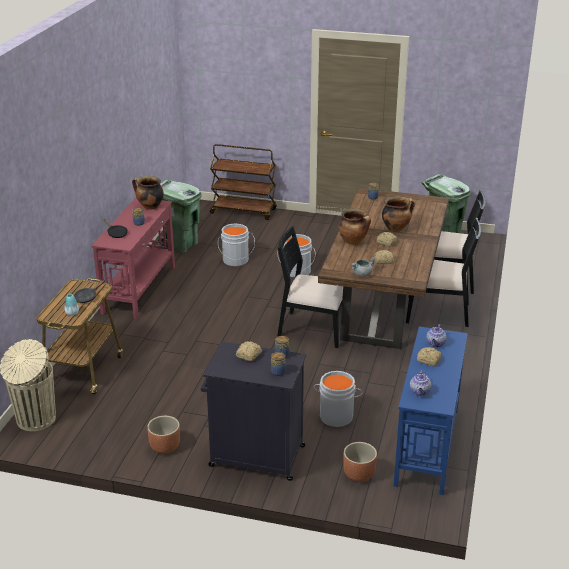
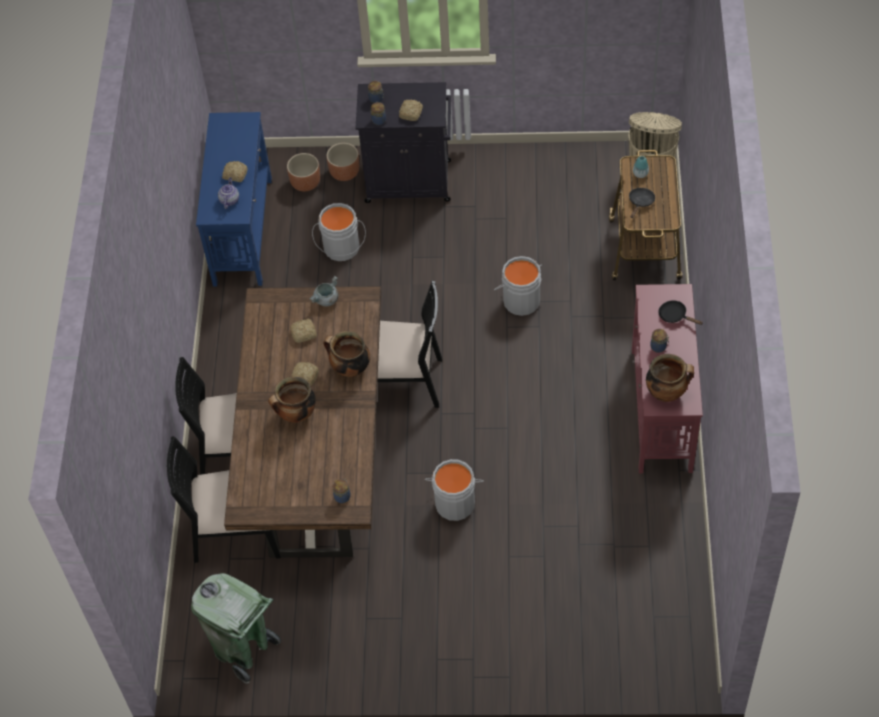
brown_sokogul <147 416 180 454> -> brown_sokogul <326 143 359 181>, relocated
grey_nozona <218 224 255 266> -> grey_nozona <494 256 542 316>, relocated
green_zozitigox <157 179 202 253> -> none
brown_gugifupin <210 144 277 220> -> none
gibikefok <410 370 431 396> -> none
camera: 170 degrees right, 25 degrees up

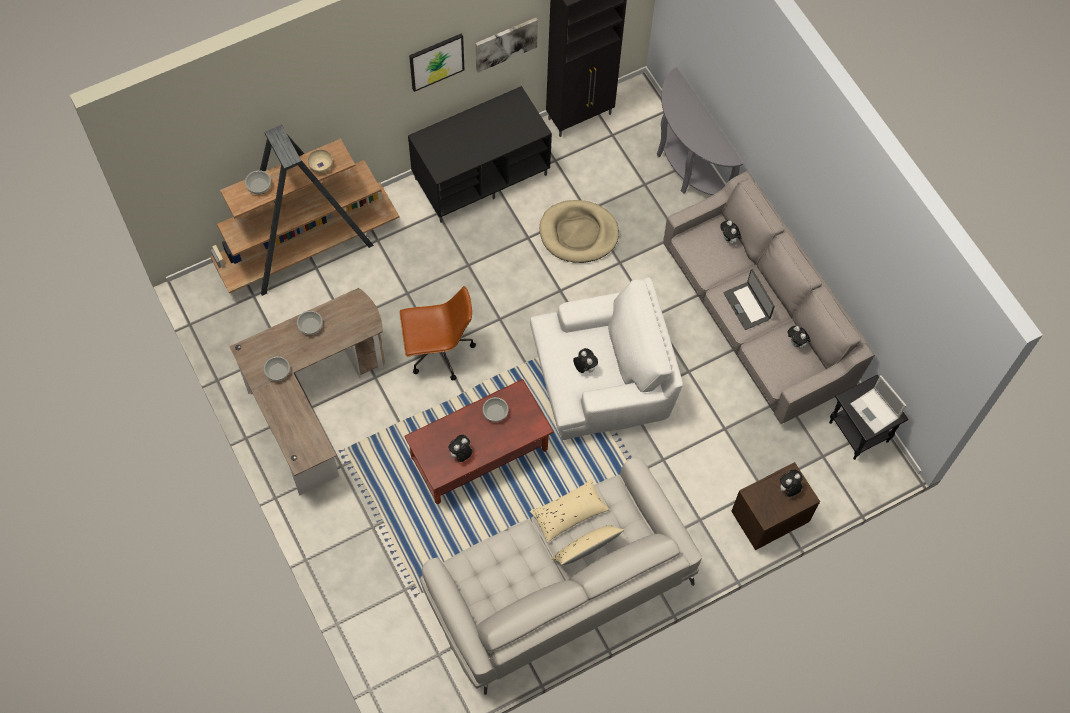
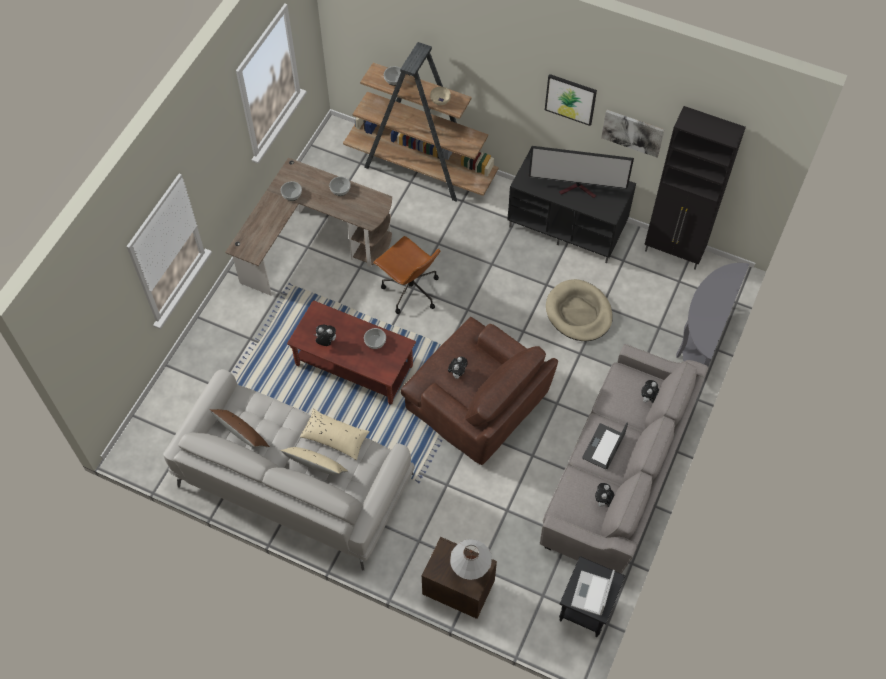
none -> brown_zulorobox <209 409 270 447>
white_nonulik <530 277 683 440> -> brown_nonulik <401 317 558 465>
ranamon <779 469 803 497> -> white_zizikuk <450 539 492 580>
none -> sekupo <529 146 634 198>
camera: 55 degrees right, 5 degrees down

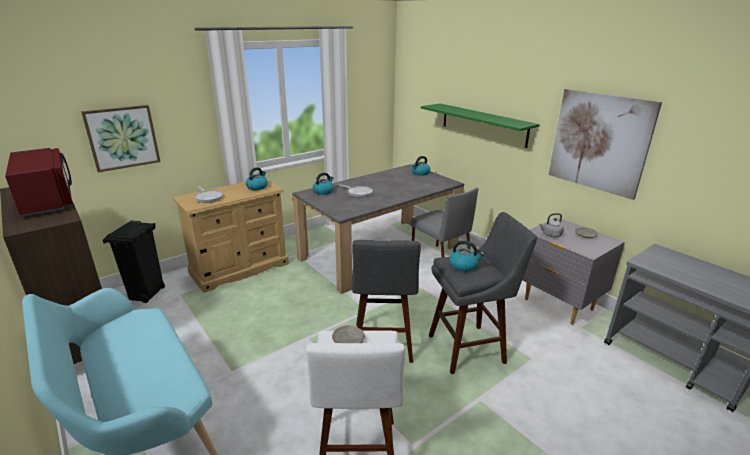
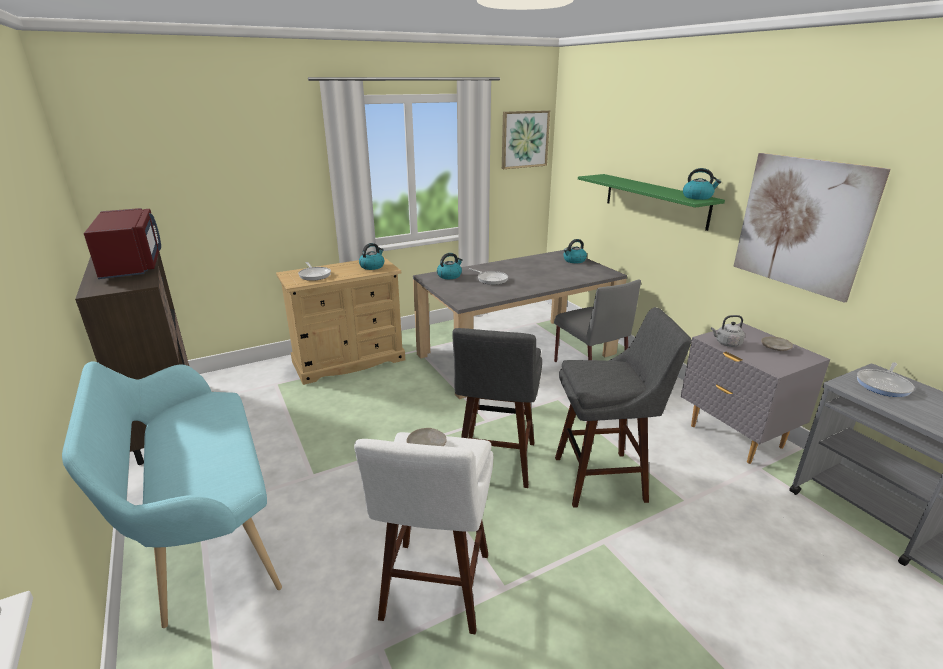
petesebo <81 105 161 172> -> petesebo <502 110 550 169>, relocated
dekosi <449 240 484 272> -> dekosi <683 168 721 200>, relocated
none -> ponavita <857 362 914 397>
black_zozitigox <103 220 165 303> -> none
camera: 10 degrees right, 0 degrees up

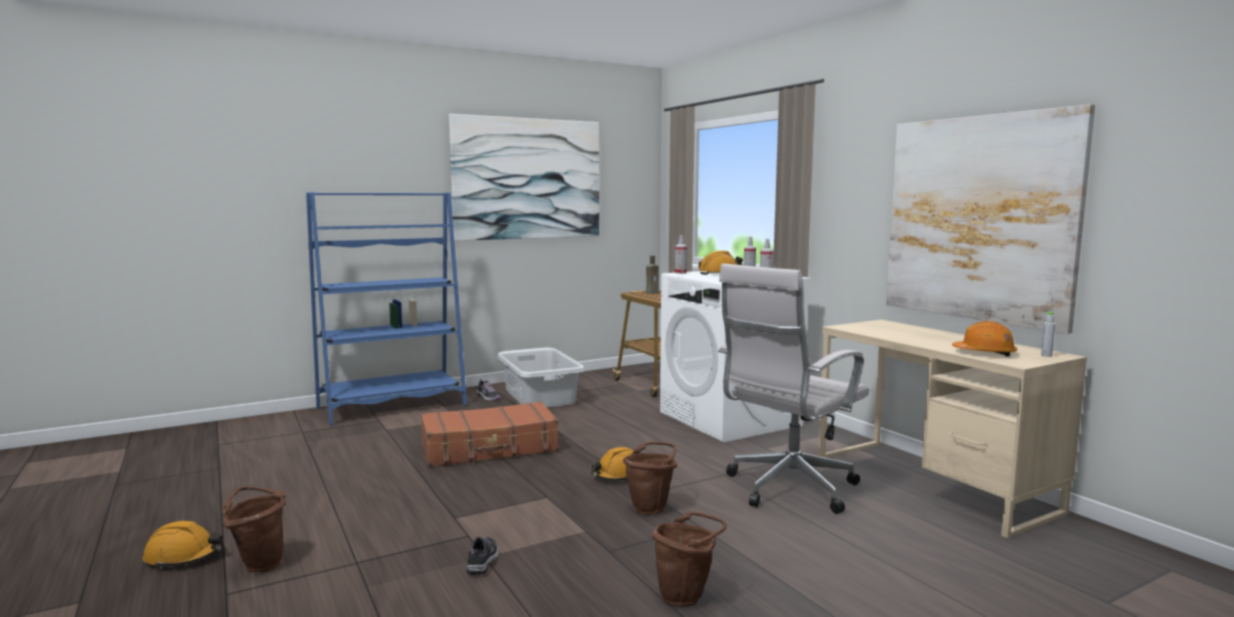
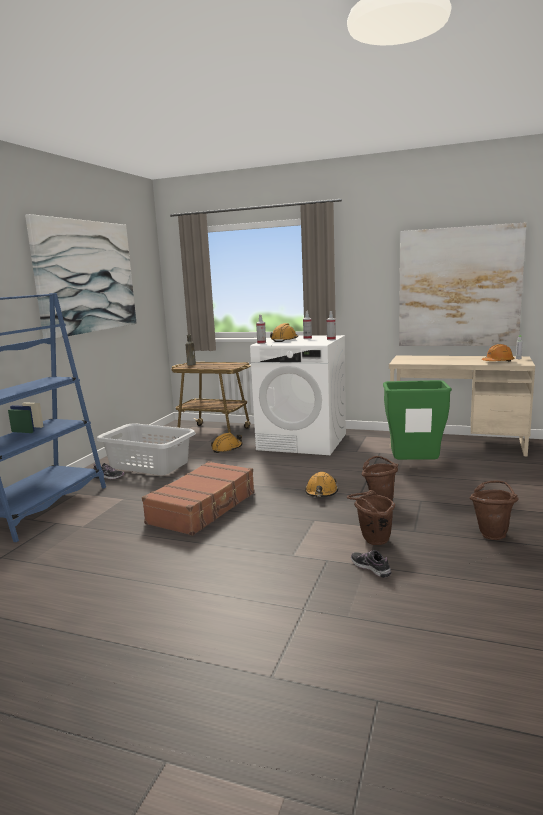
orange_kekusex <143 521 224 569> -> orange_kekusex <211 432 243 453>, relocated
brown_nozona <223 486 286 572> -> brown_nozona <347 490 395 545>, relocated
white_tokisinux <718 263 869 514> -> green_zozitigox <383 380 452 460>
camera: 40 degrees left, 5 degrees up

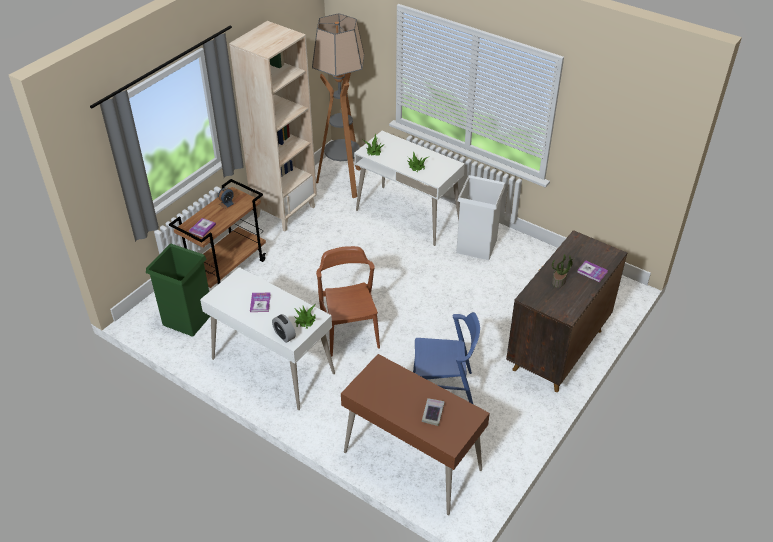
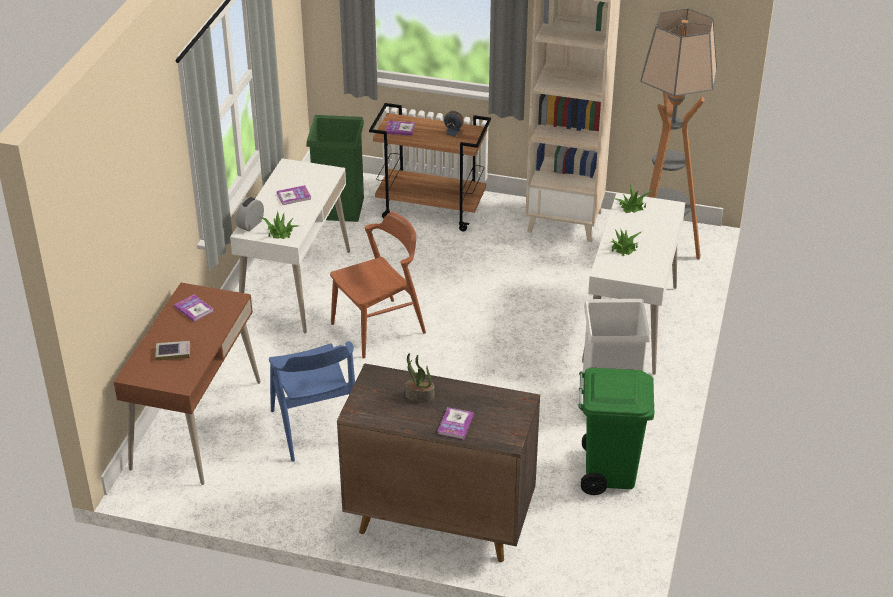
none -> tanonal <174 294 214 322>
none -> green_zozitigox <578 368 654 495>
camera: 70 degrees right, 5 degrees down

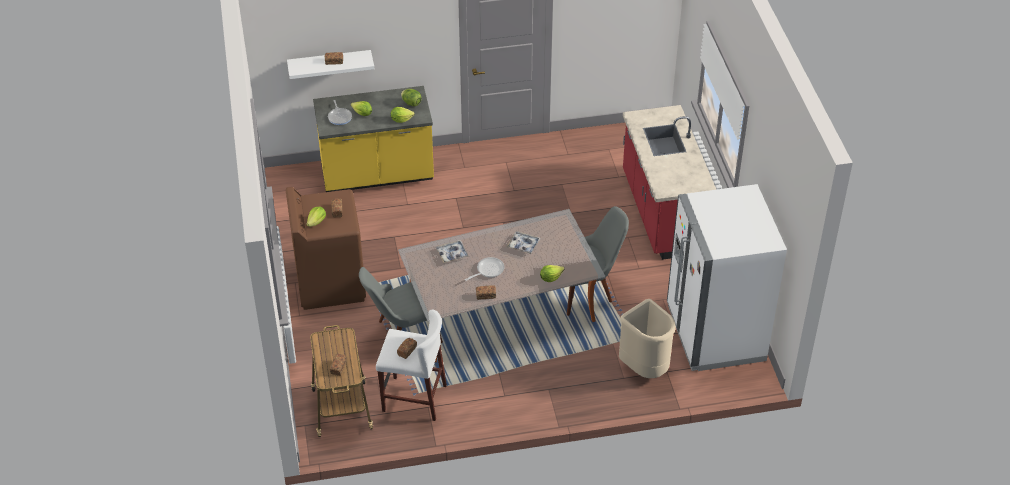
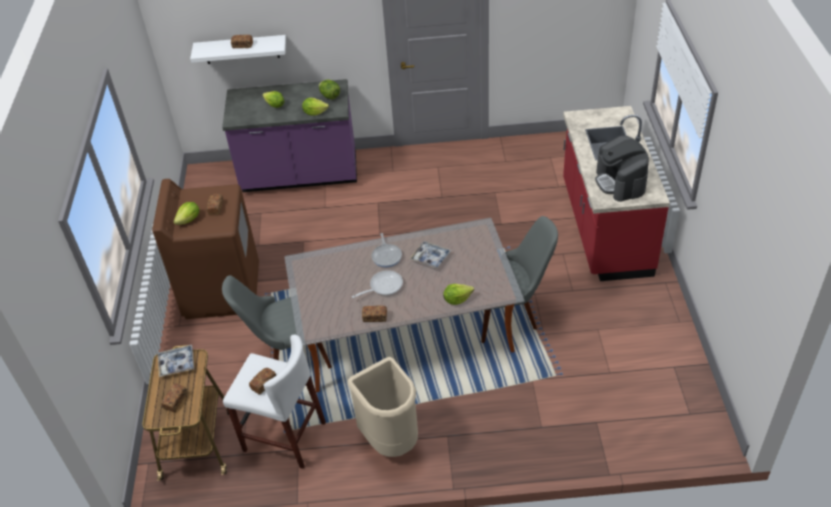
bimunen <436 240 469 263> -> bimunen <158 345 195 377>, relocated
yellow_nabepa <313 86 434 192> -> purple_nabepa <222 79 357 192>
beige_zozitigox <619 299 676 378> -> beige_zozitigox <348 357 418 457>, relocated
ponavita <328 100 352 125> -> ponavita <371 233 402 267>, relocated
none -> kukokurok <595 135 649 202>
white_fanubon <667 184 787 371> -> none
camera: 10 degrees right, 0 degrees up

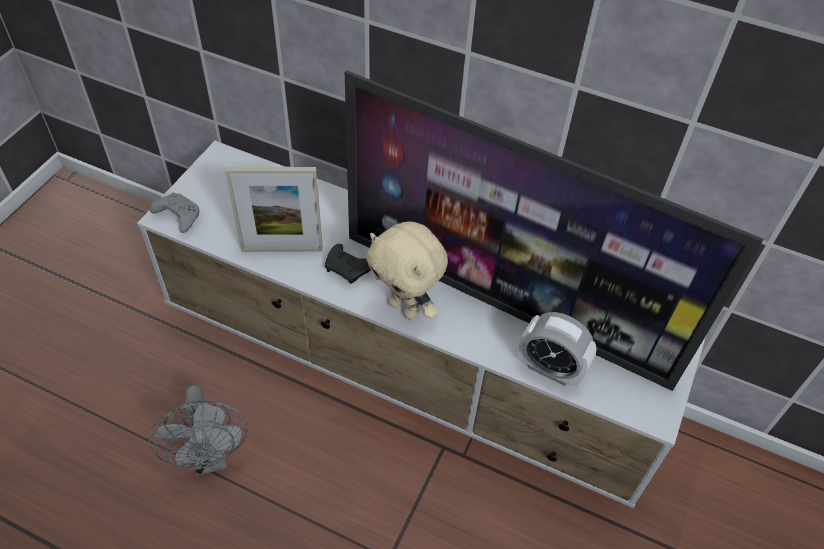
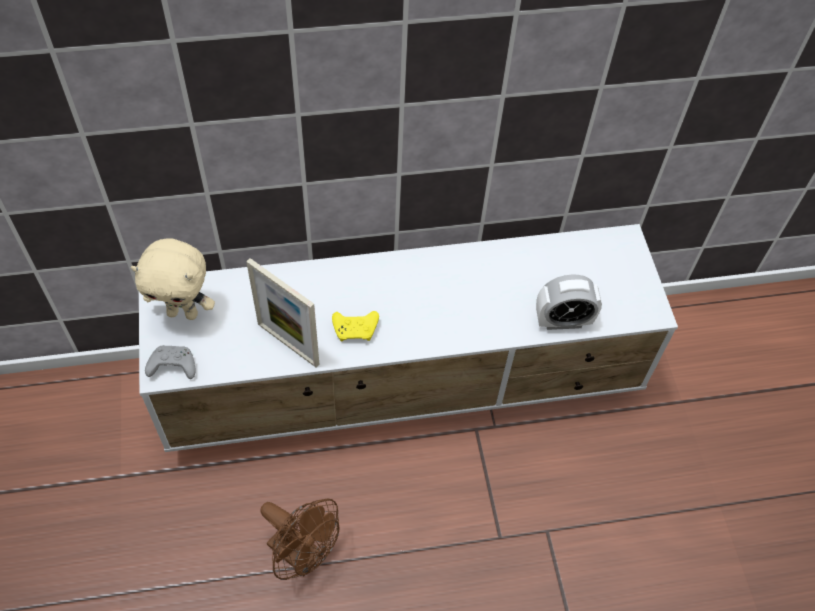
beige_ranamon <366 221 448 320> -> beige_ranamon <131 238 215 320>, relocated
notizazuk <225 167 323 252> -> notizazuk <246 258 319 367>, 75 degrees clockwise
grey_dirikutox <148 385 248 476> -> brown_dirikutox <260 499 340 580>
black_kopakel <325 244 371 284> -> yellow_kopakel <332 311 379 341>
sekupo <345 70 763 391> -> none
camera: 35 degrees left, 5 degrees up

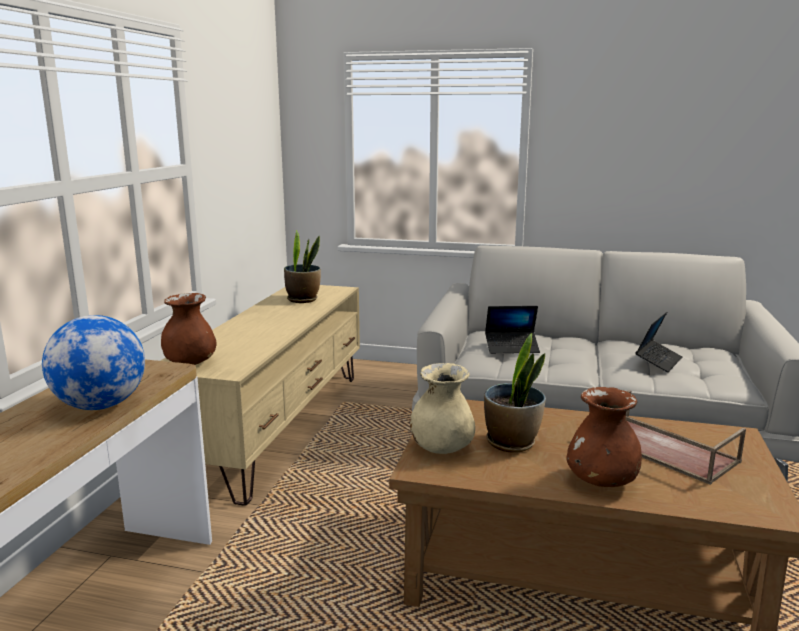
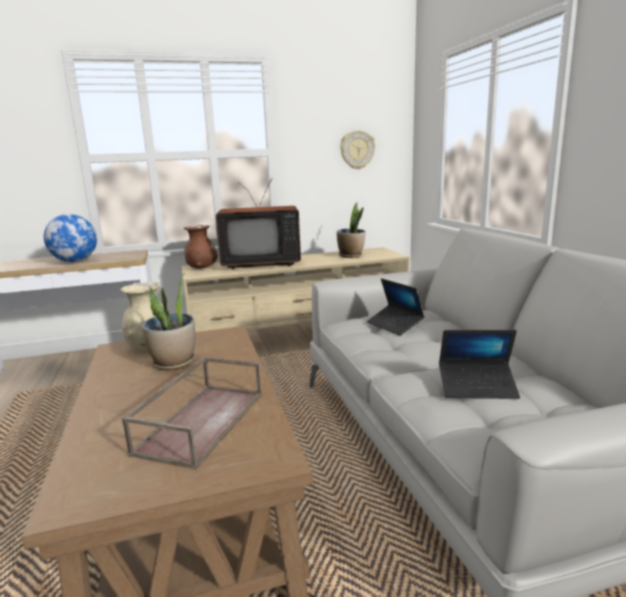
none -> sekupo <216 179 301 269>
none -> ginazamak <340 130 375 169>
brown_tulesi <566 387 642 487> -> none
camera: 60 degrees right, 0 degrees up

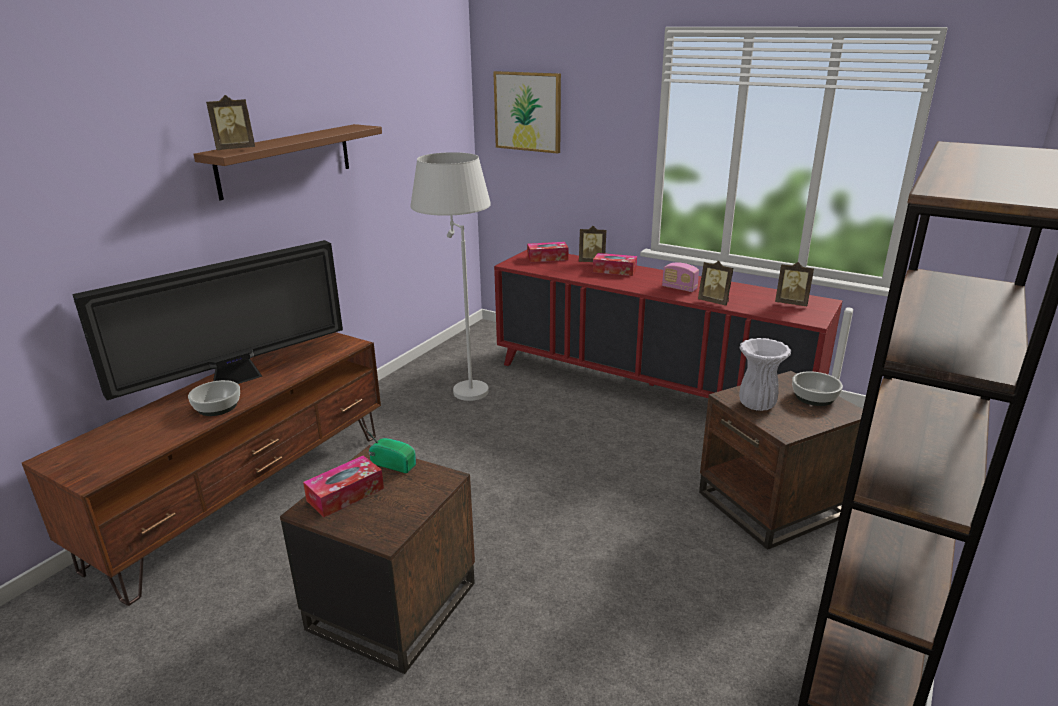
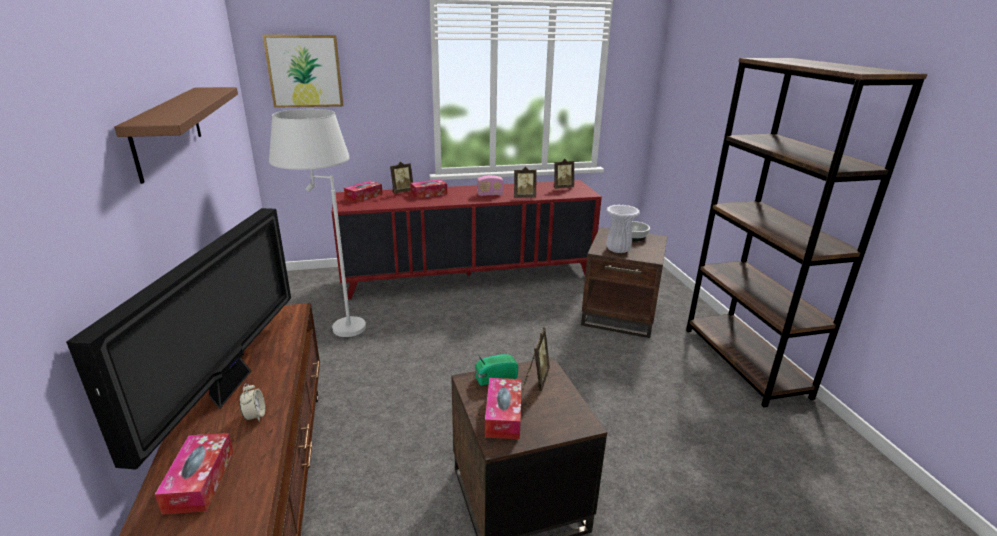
none -> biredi <155 433 234 515>
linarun <188 380 240 416> -> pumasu <239 383 265 422>
notizazuk <206 95 255 150> -> notizazuk <524 328 550 391>, relocated
camera: 45 degrees left, 0 degrees up

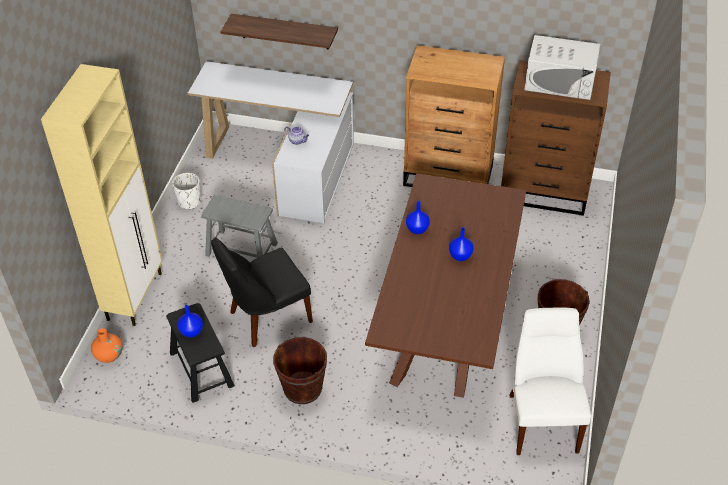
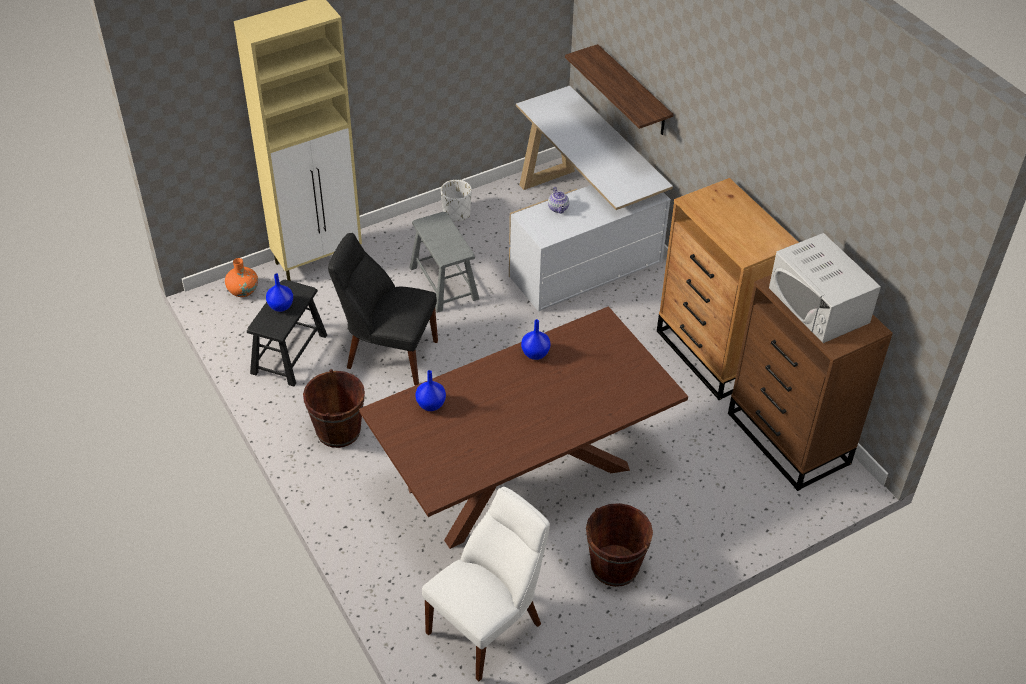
blue_tulesi <449 227 474 261> -> blue_tulesi <415 370 446 411>, relocated
camera: 45 degrees right, 0 degrees up

